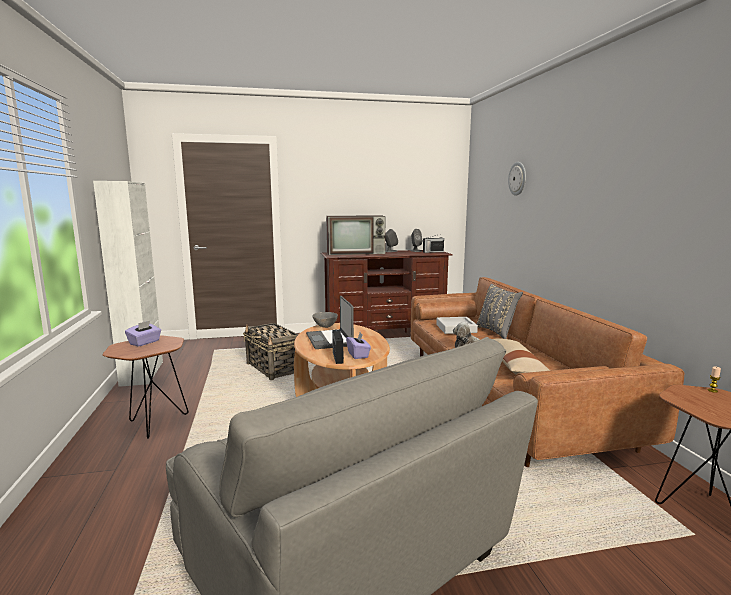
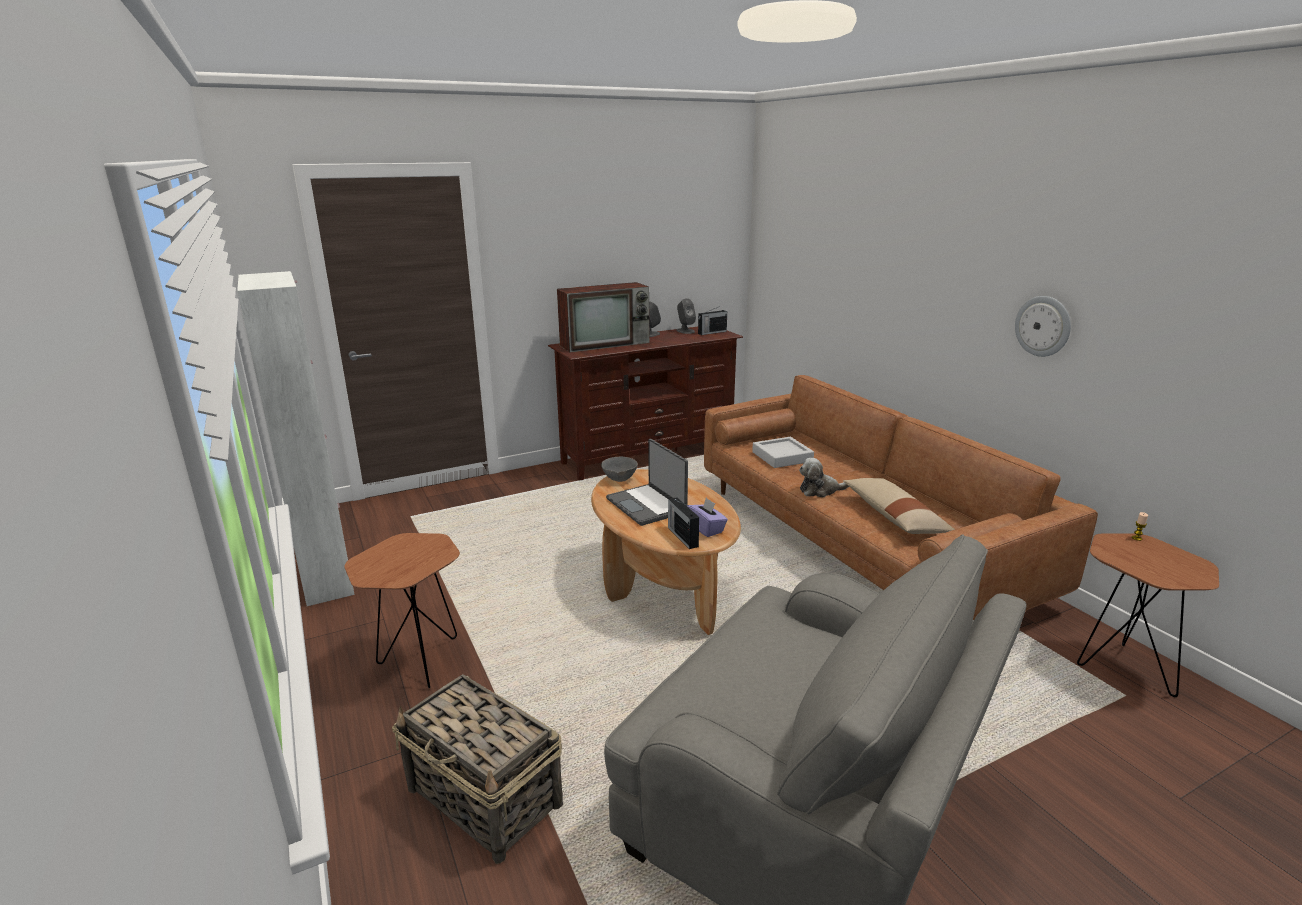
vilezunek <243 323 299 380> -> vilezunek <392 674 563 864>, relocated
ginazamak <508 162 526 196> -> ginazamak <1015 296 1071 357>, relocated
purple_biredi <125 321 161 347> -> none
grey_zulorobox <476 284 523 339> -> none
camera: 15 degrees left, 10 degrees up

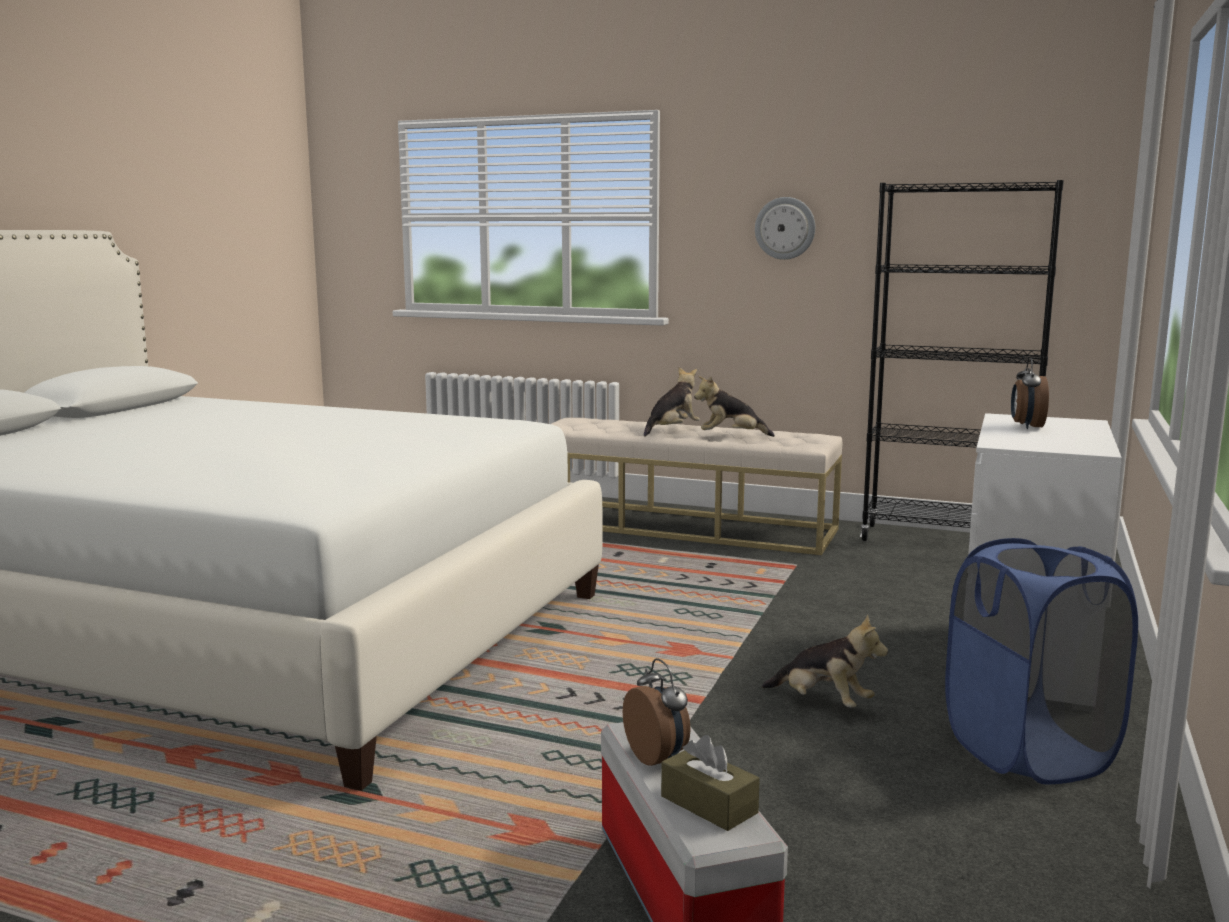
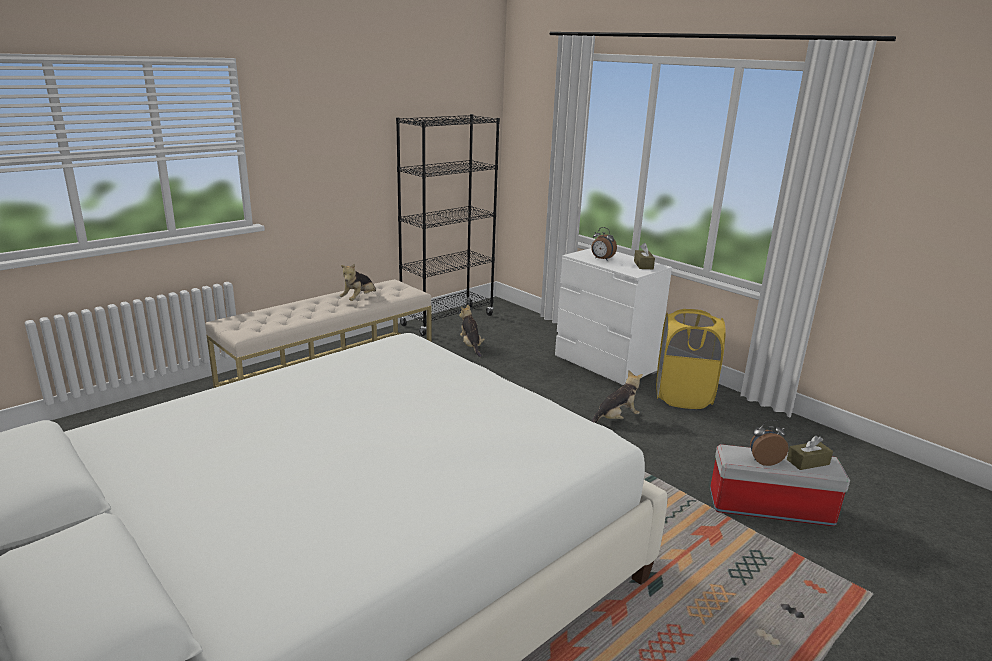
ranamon <644 367 700 437> -> ranamon <459 304 485 357>, relocated
none -> brown_biredi <634 243 655 269>
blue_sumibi <945 538 1138 784> -> yellow_sumibi <656 309 726 409>
ginazamak <755 197 815 260> -> none
camera: 65 degrees left, 10 degrees up

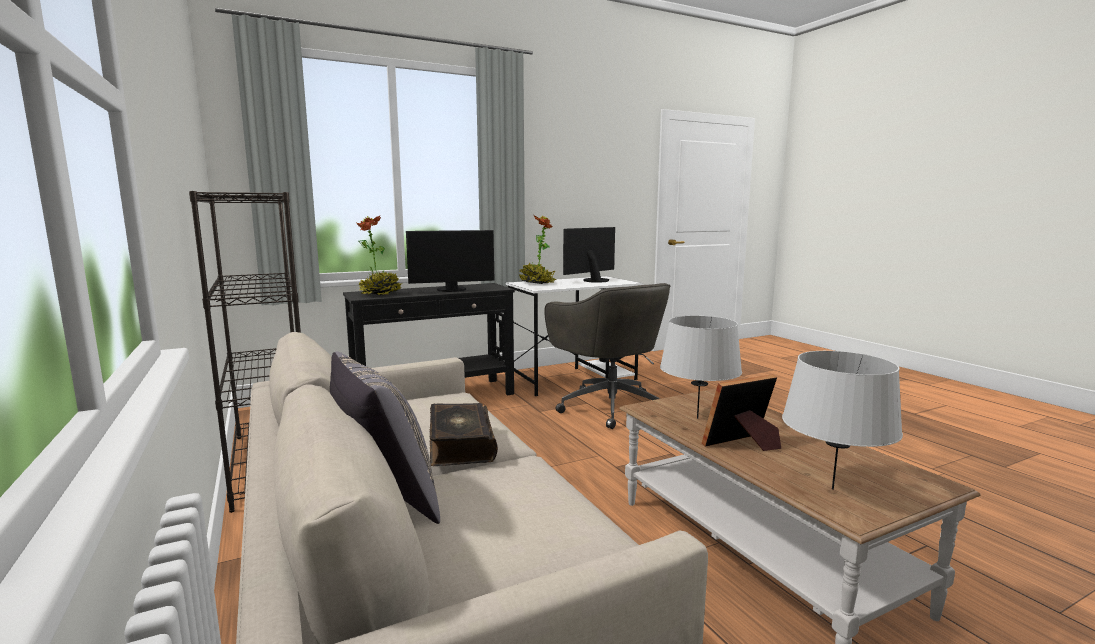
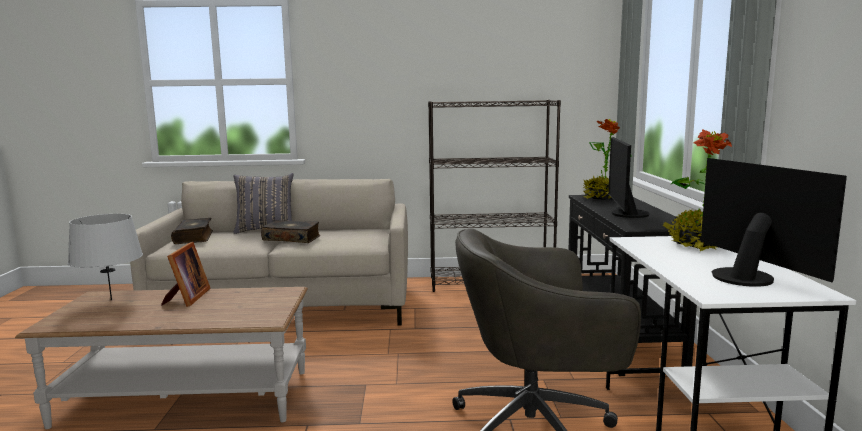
none -> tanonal <171 218 213 244>
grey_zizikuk <660 316 742 419> -> none
camera: 115 degrees right, 0 degrees up

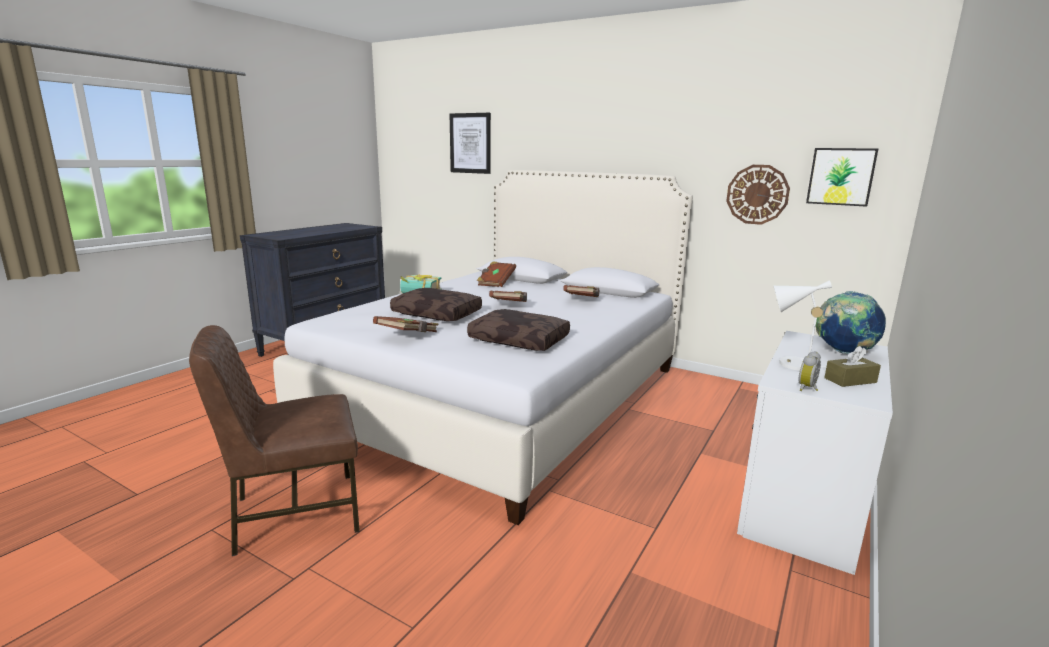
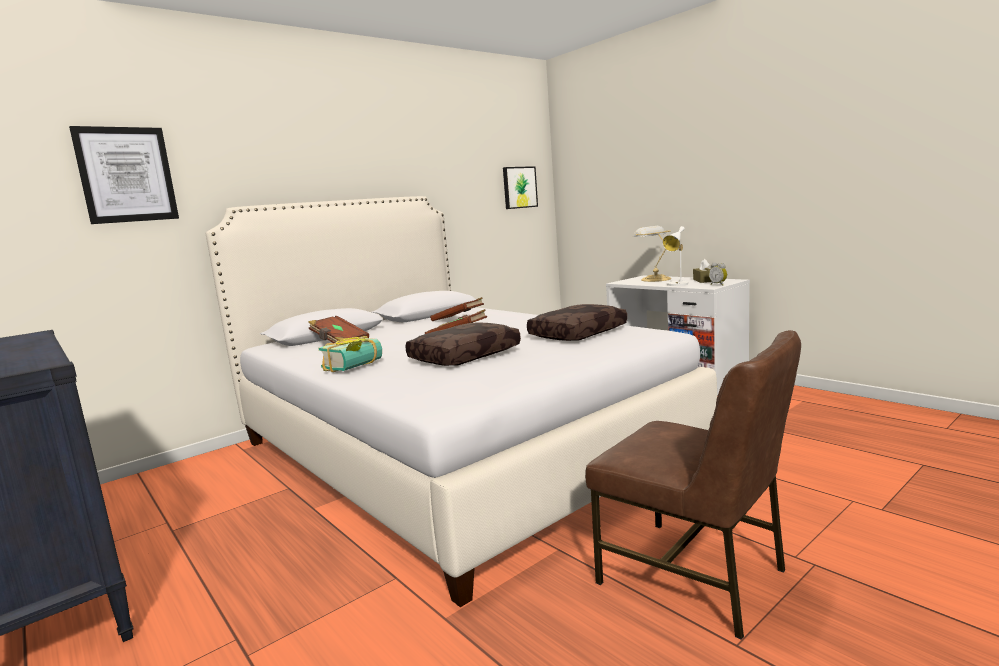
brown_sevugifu <189 325 360 556> -> brown_sevugifu <585 330 801 640>, 45 degrees counterclockwise
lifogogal <816 291 886 354> -> zizikuk <632 226 671 282>
brown_tanonal <373 316 439 332> -> none
ginazamak <726 165 790 225> -> none
camera: 70 degrees left, 5 degrees down

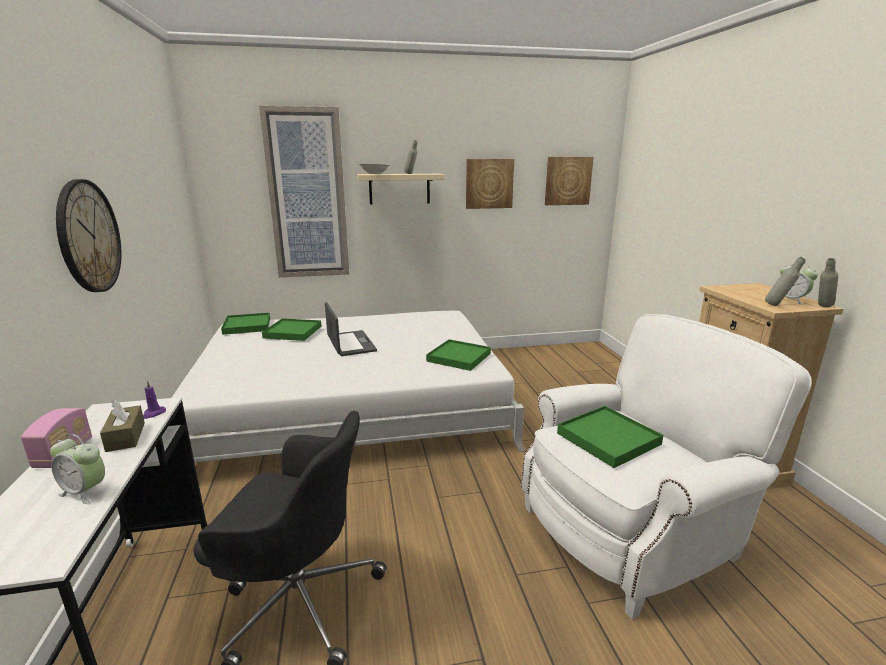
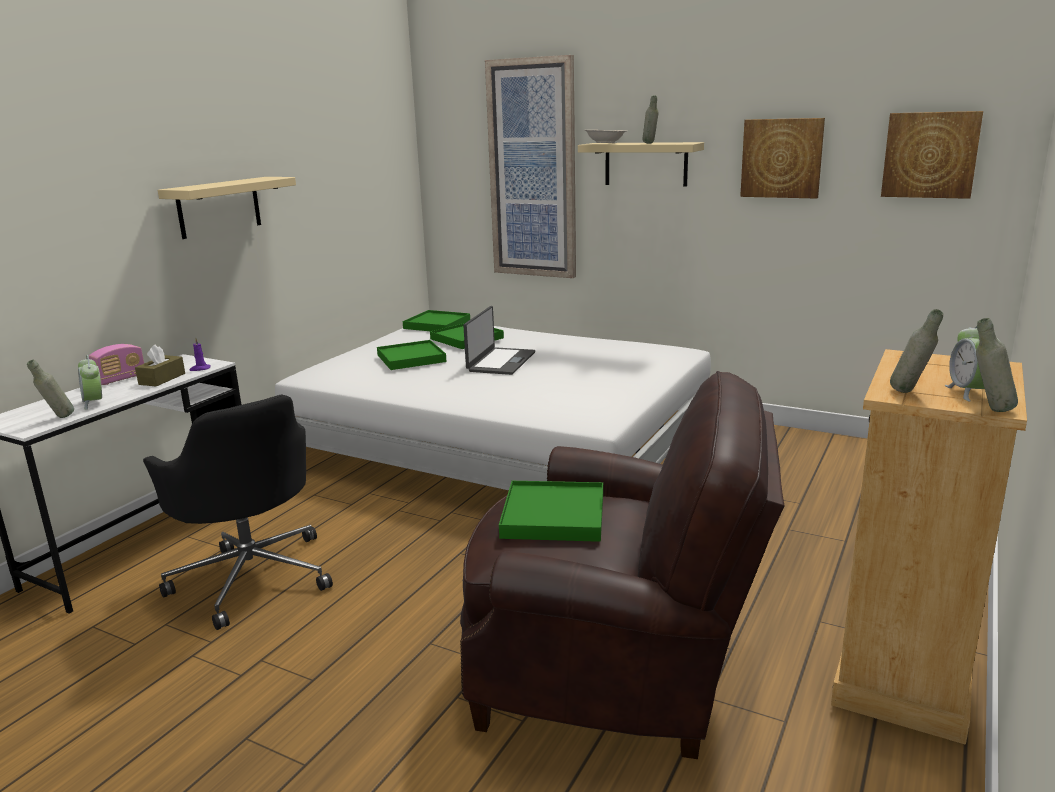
none -> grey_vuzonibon <27 360 74 418>
ginazamak <56 179 121 292> -> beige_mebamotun <158 177 296 239>
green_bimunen <426 339 491 371> -> green_bimunen <377 340 447 370>, relocated
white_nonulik <521 314 812 619> -> brown_nonulik <460 371 784 759>
camera: 40 degrees right, 0 degrees up

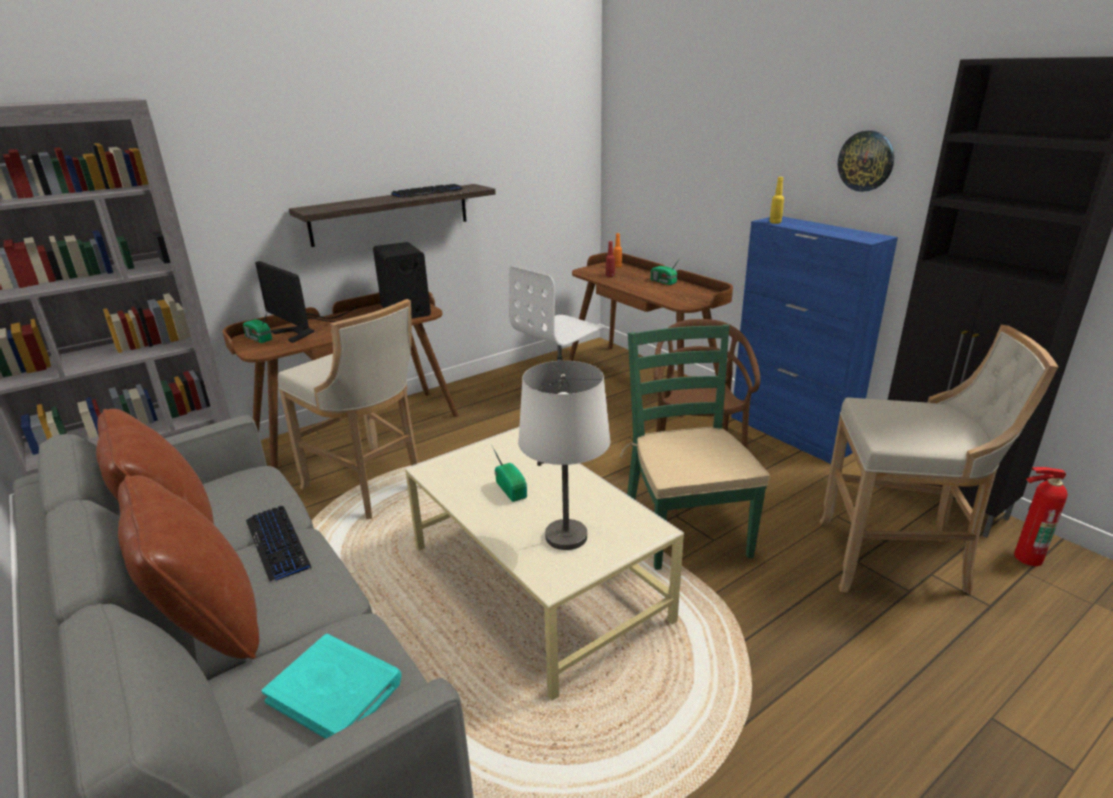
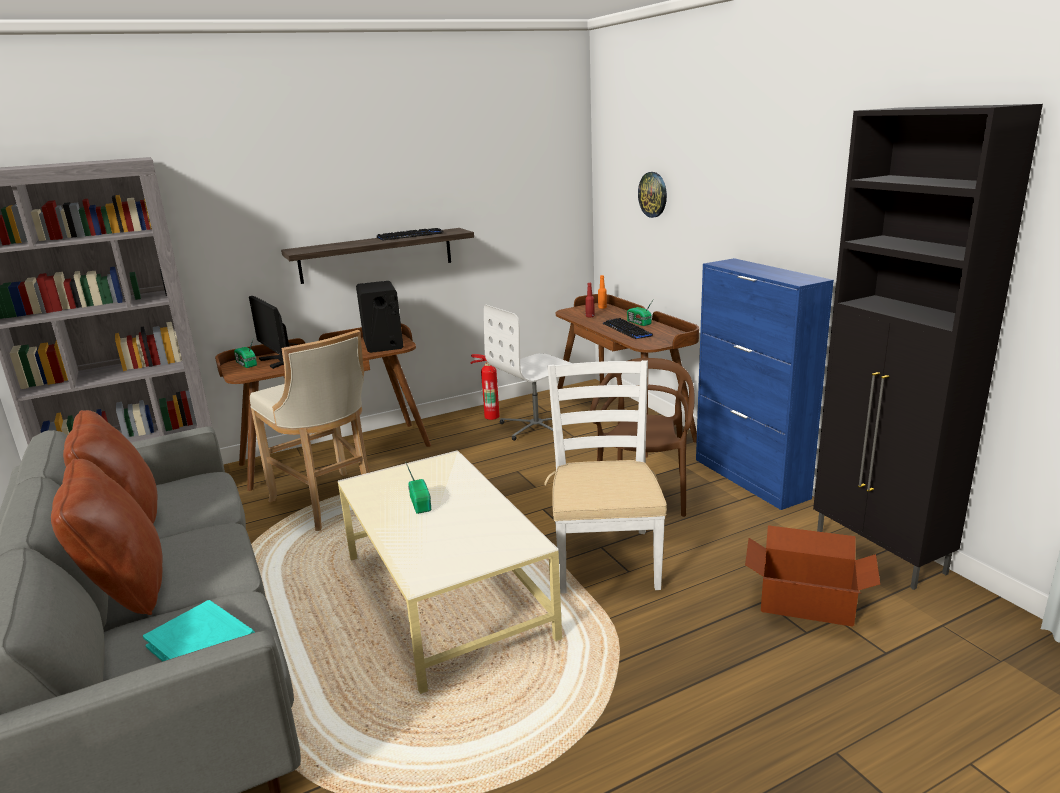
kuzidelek <1014 467 1068 566> -> kuzidelek <471 354 500 420>, relocated
green_sevugifu <620 324 770 570> -> white_sevugifu <544 360 667 593>
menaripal <246 506 312 582> -> menaripal <602 318 653 339>, relocated
ginazamak <838 130 894 192> -> ginazamak <638 172 667 218>, relocated
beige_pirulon <820 325 1058 595> -> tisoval <745 525 880 627>
white_zizikuk <518 361 611 550> -> none
yellow_vuzonibon <770 177 784 224> -> none
camera: 10 degrees right, 5 degrees down

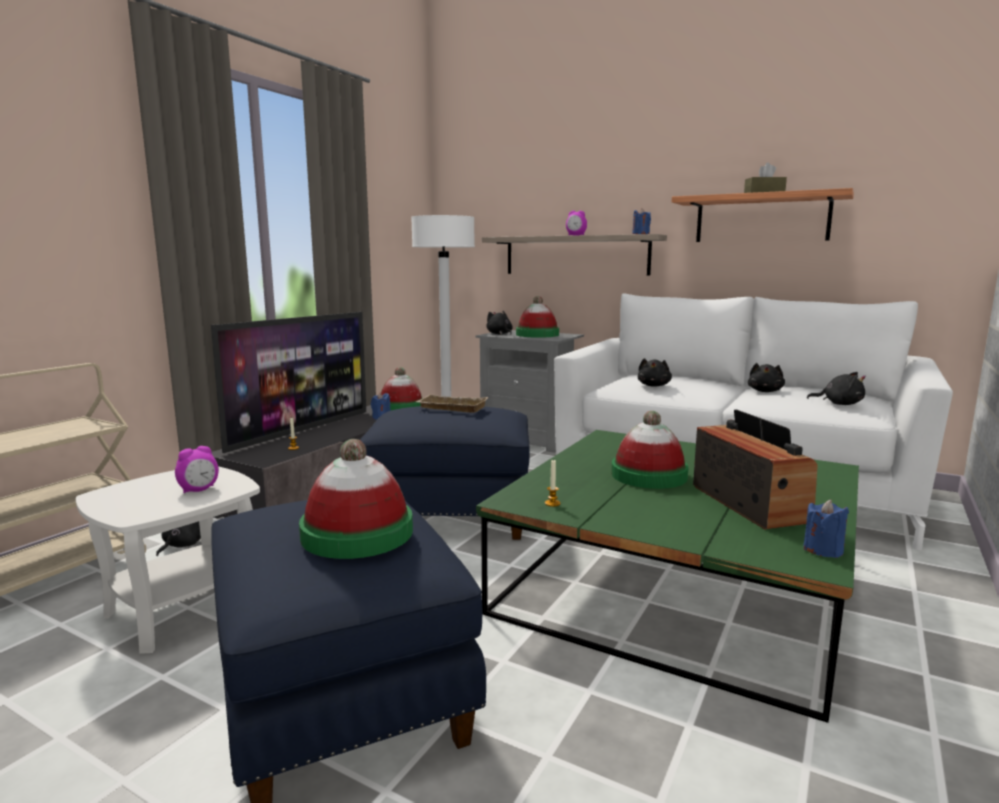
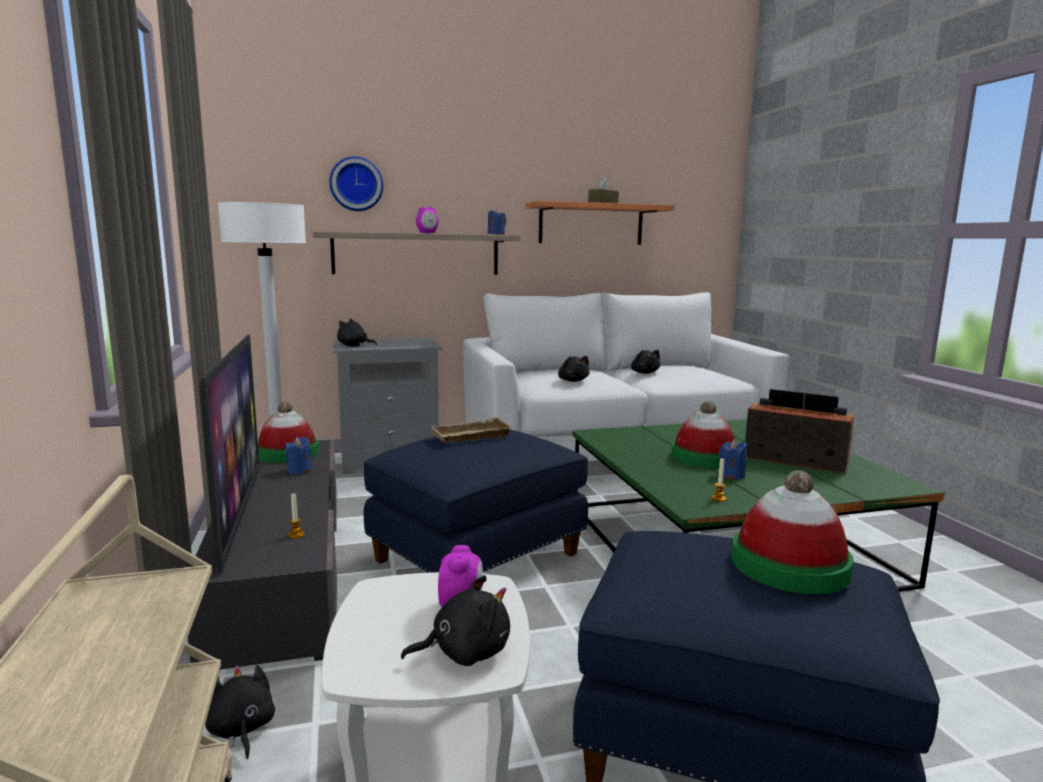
none -> ginazamak <329 156 383 211>
black_ranamon <807 372 866 405> -> black_ranamon <401 575 510 666>, relocated
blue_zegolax <803 500 849 558> -> blue_zegolax <718 439 747 479>, relocated
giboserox <516 296 559 338> -> none
camera: 45 degrees left, 0 degrees up

